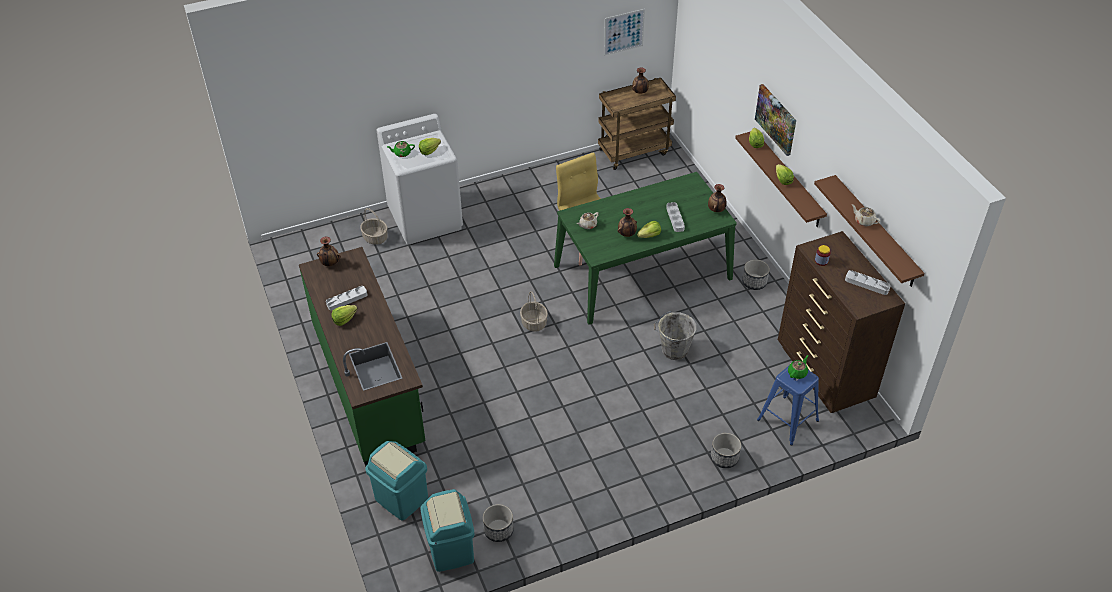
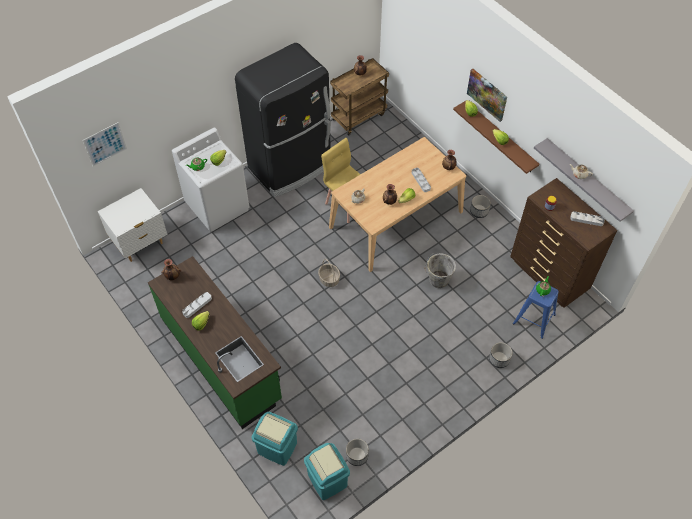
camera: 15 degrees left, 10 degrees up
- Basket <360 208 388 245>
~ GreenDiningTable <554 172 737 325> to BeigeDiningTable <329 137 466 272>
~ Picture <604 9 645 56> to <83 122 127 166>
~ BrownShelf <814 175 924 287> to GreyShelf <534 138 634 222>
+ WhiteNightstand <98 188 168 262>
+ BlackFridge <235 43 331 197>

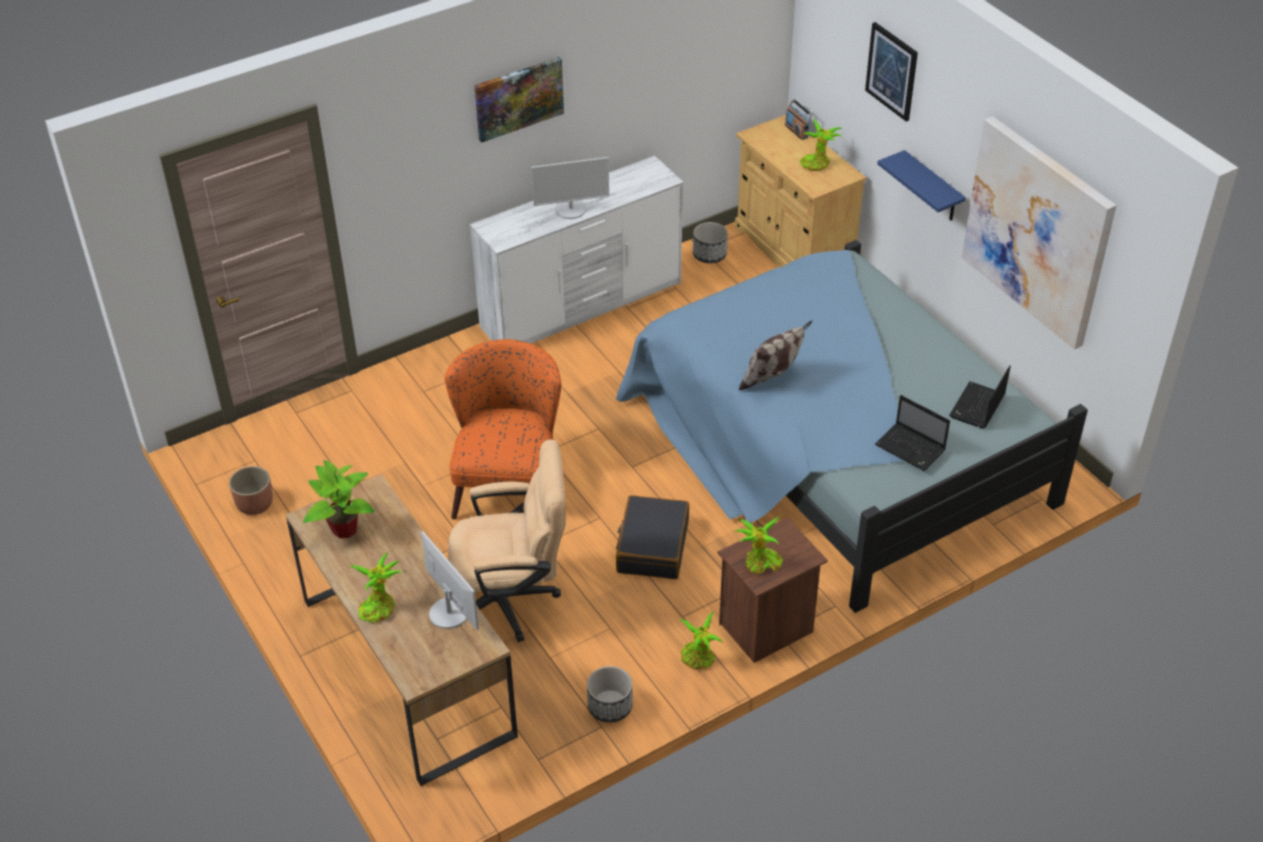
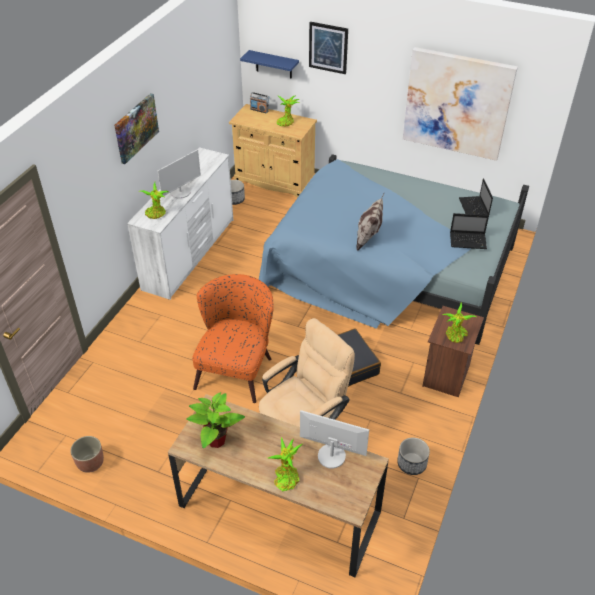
camera: 35 degrees left, 0 degrees up
~ OrangeArmchair <445 339 561 519> = <192 274 273 403> 45 degrees clockwise
~ PottedPlant <679 612 723 669> to <140 182 169 219>
~ BlueShelf <877 150 966 221> to <240 50 299 79>

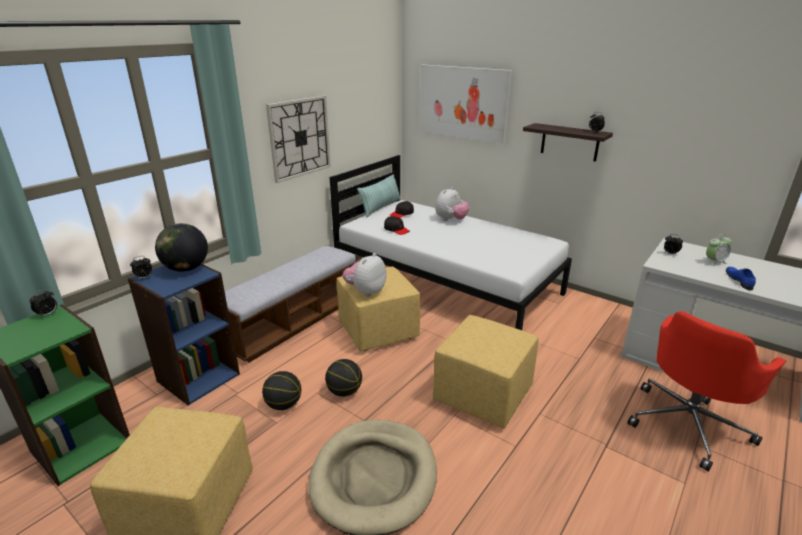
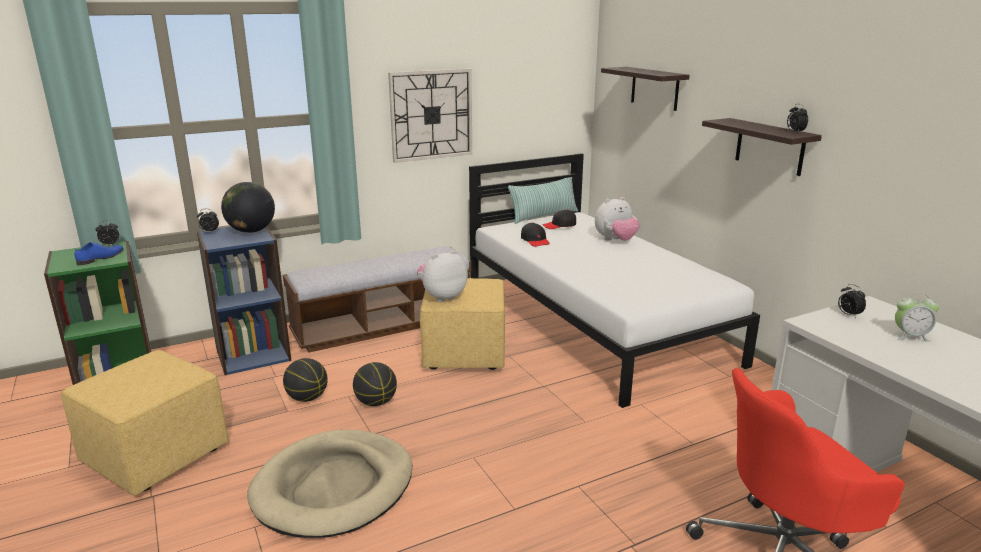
camera: 25 degrees right, 5 degrees down
~ Picture <420 65 512 144> to Shelf <601 67 690 111>
- YellowOttoman <433 315 538 428>
~ BlueShoe <726 267 756 290> to <74 242 124 266>

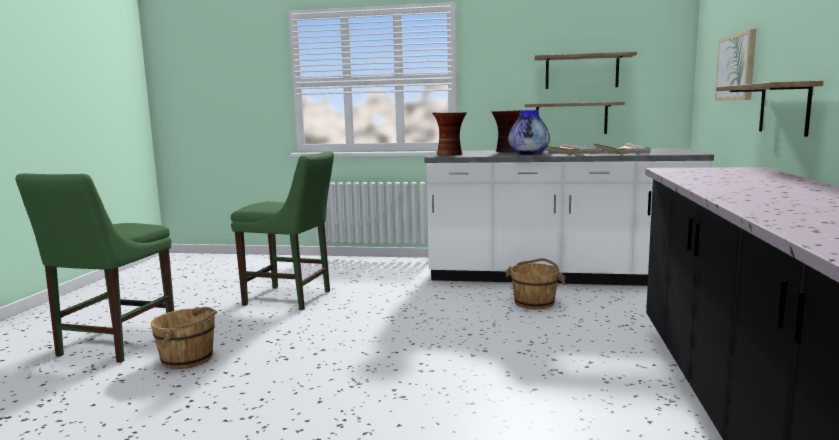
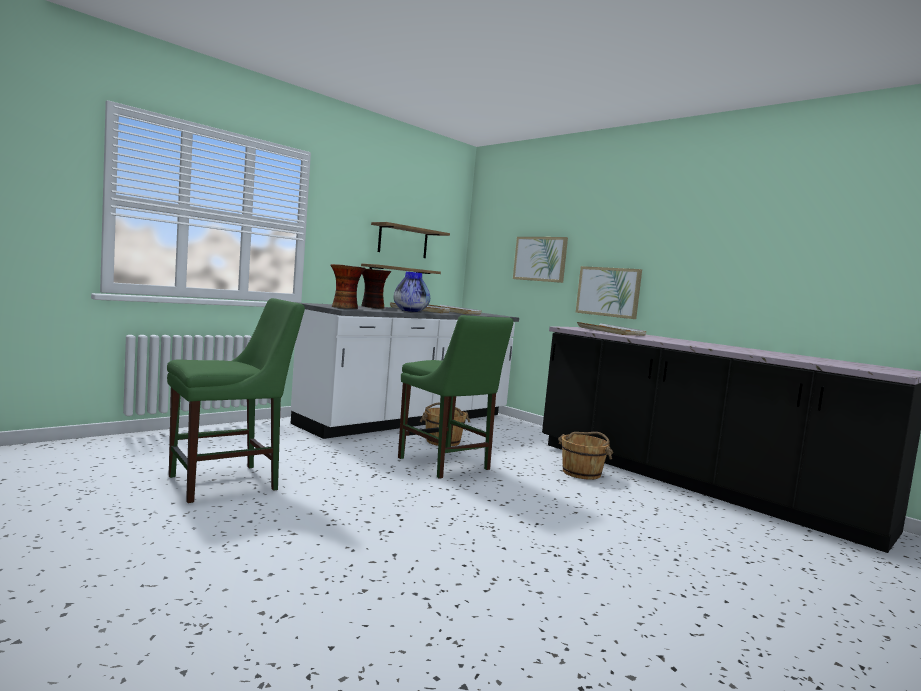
camera: 55 degrees left, 5 degrees down
~ GreenChair <15 173 174 363> to <398 315 514 479>
~ BrownBucket <151 307 217 369> to <558 432 613 480>
~ Shelf <716 81 823 137> to Picture <576 266 642 319>
+ WhiteTray <577 322 646 336>

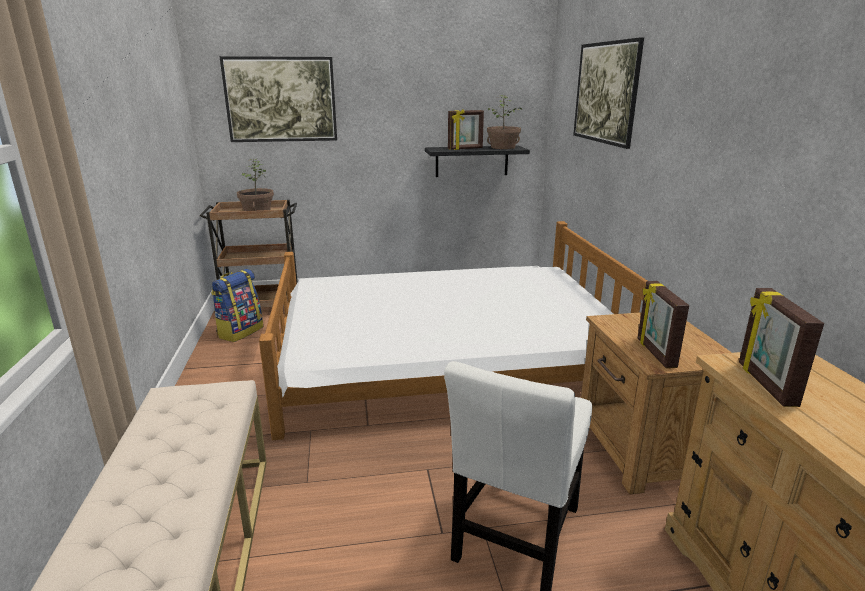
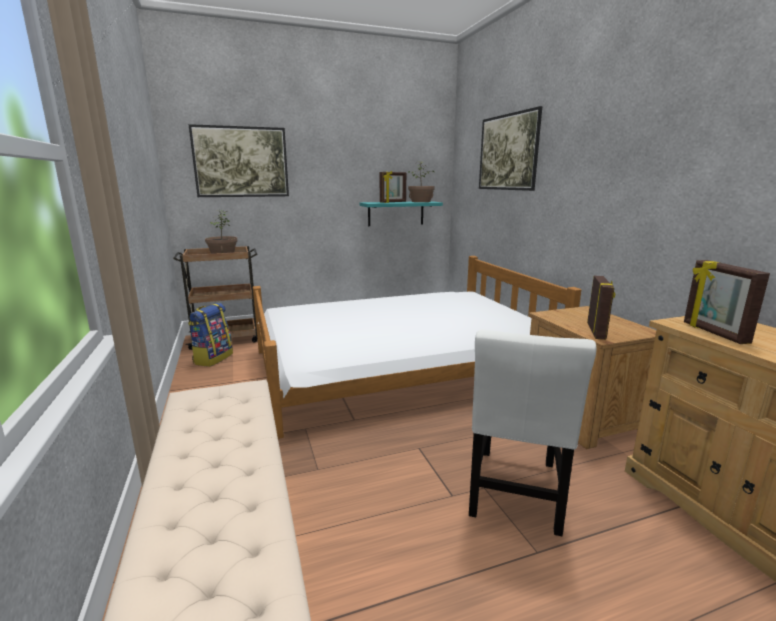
camera: 10 degrees left, 5 degrees down
~ BlackShelf <425 146 530 177> to TurquoiseShelf <359 201 443 226>
~ PictureFrame <638 281 689 368> = <587 276 615 340> 150 degrees counterclockwise

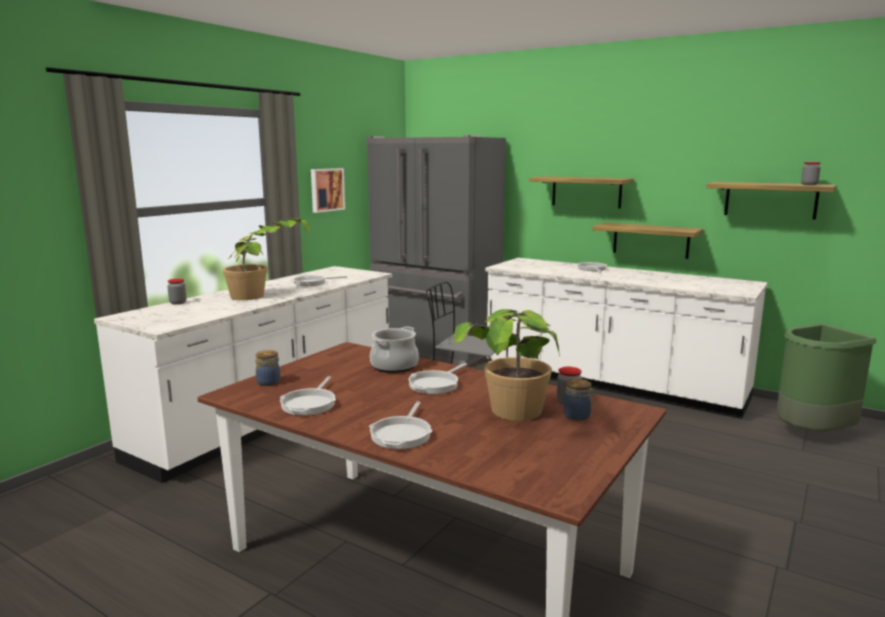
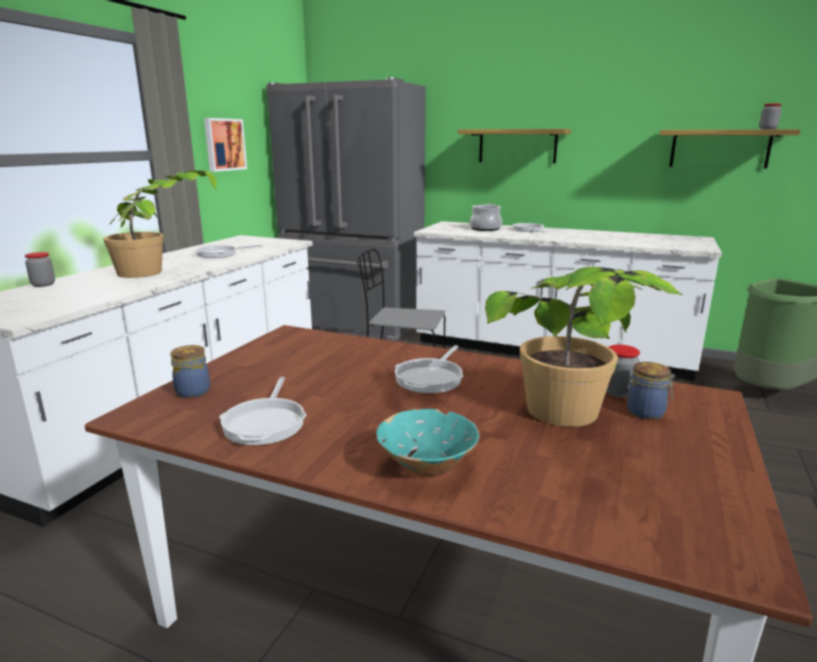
camera: 10 degrees left, 5 degrees up
~ FryingPan <369 401 432 449> to TurquoiseBowl <376 409 479 476>
~ CookingPot <370 327 419 373> to <470 204 502 231>
- Shelf <592 223 704 259>

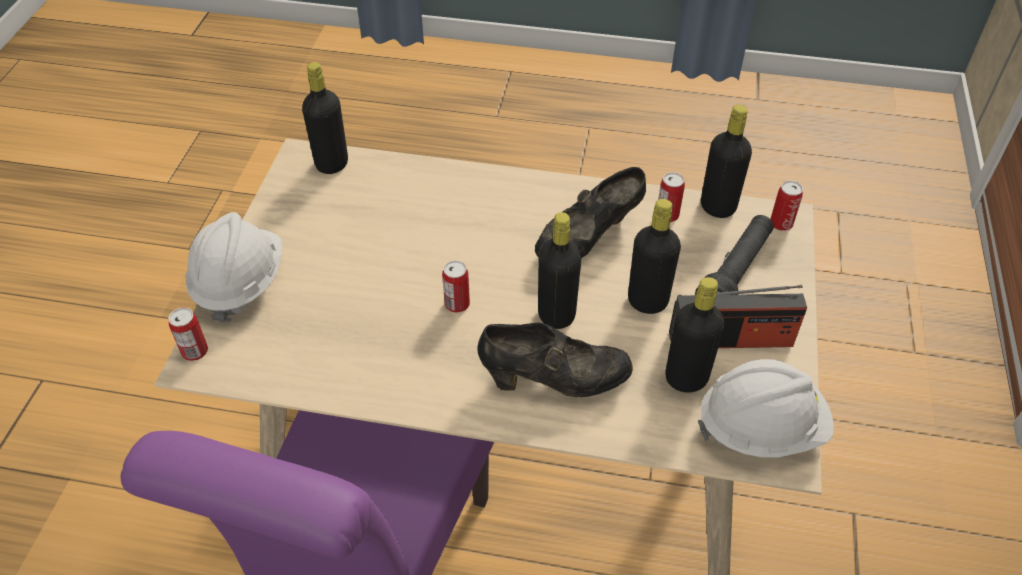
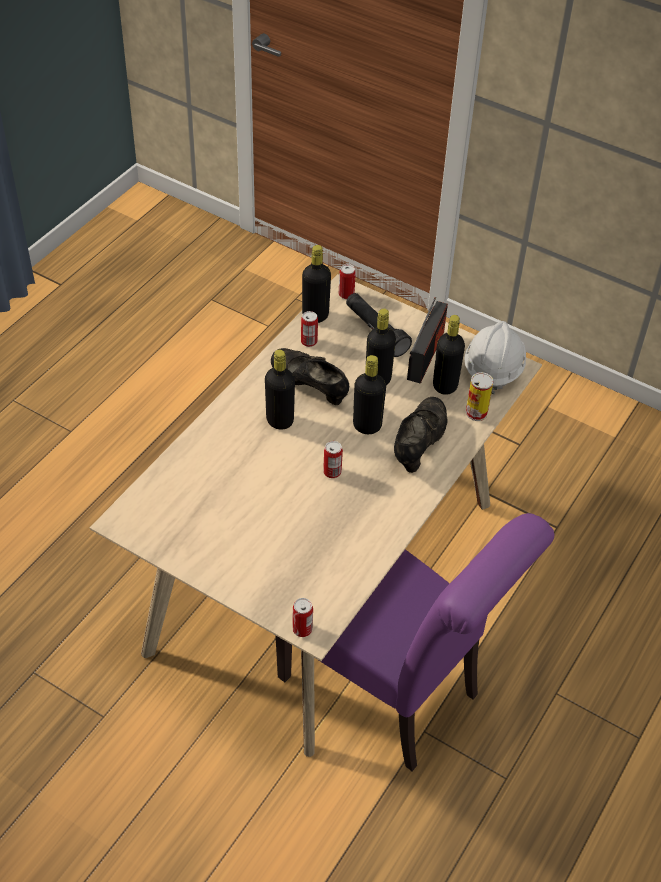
camera: 70 degrees left, 0 degrees up
- WhiteHardHat <185 212 282 322>
~ BlackBottle <302 62 348 174> to <265 349 295 430>
~ BlackShoe <535 167 646 259> = <271 348 349 405> 150 degrees clockwise
+ Can <466 372 494 421>

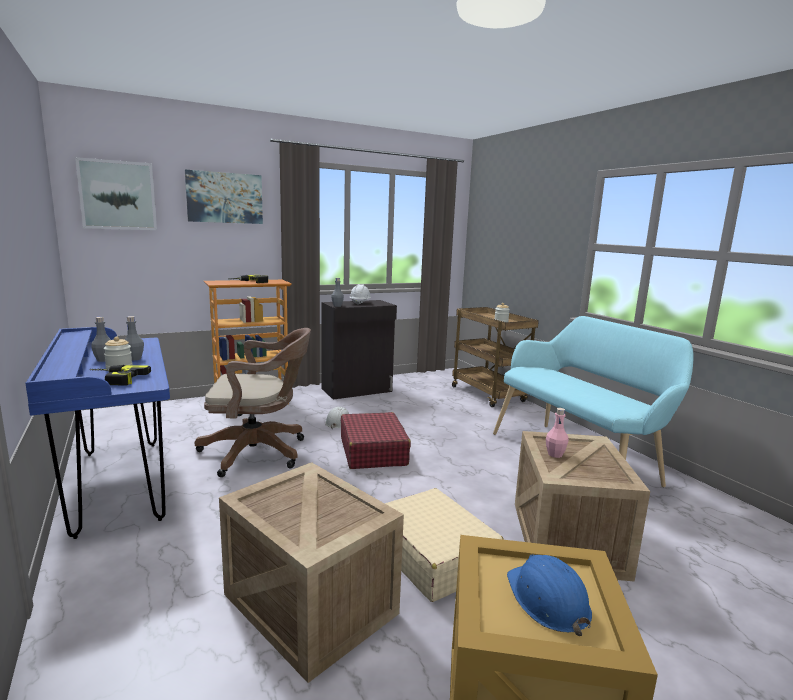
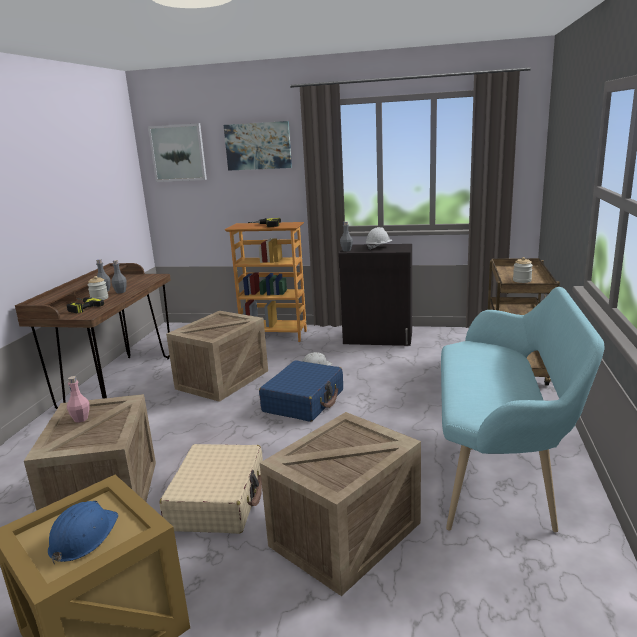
camera: 40 degrees right, 5 degrees up
~ BlueDesk <25 327 170 539> to BrownDesk <15 263 171 409>
~ BrownOfficeChair <195 328 311 477> to Crate <166 311 268 402>
~ RedSuitcase <341 412 411 469> to BlueSuitcase <259 360 343 422>
~ PinkBottle <546 408 569 458> to <67 376 89 423>

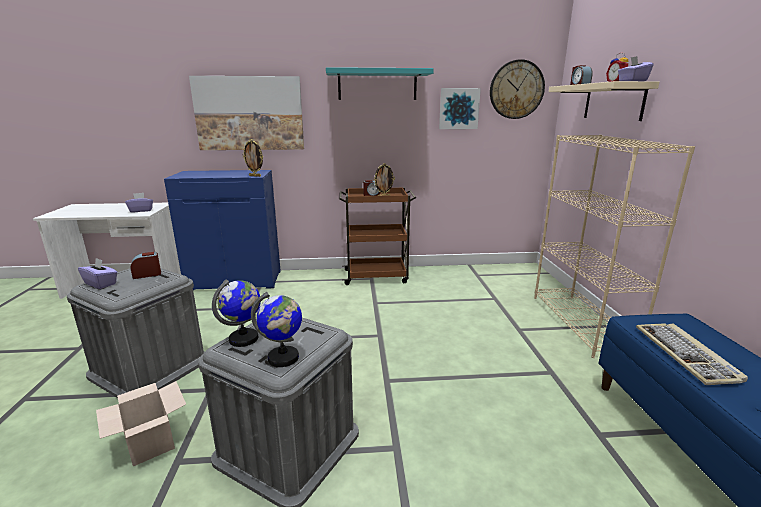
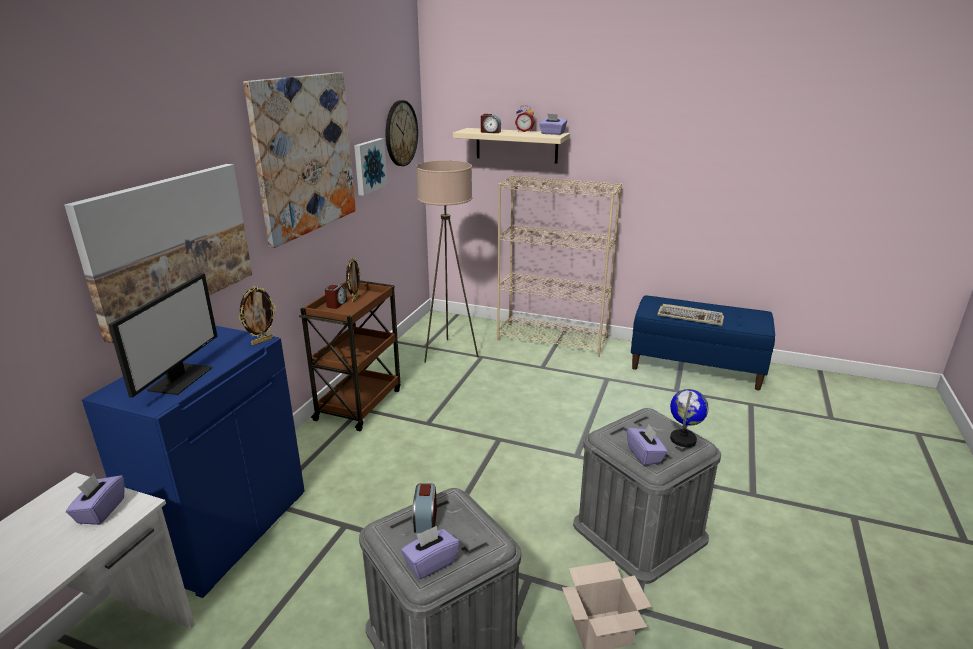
camera: 65 degrees left, 5 degrees up
~ Globe <212 279 260 347> to PurpleTissueBox <627 424 668 466>
~ TurquoiseShelf <326 67 434 100> to Picture <243 72 356 248>
+ Monitor <108 273 218 398>
+ BeigeFloorLamp <416 161 479 363>

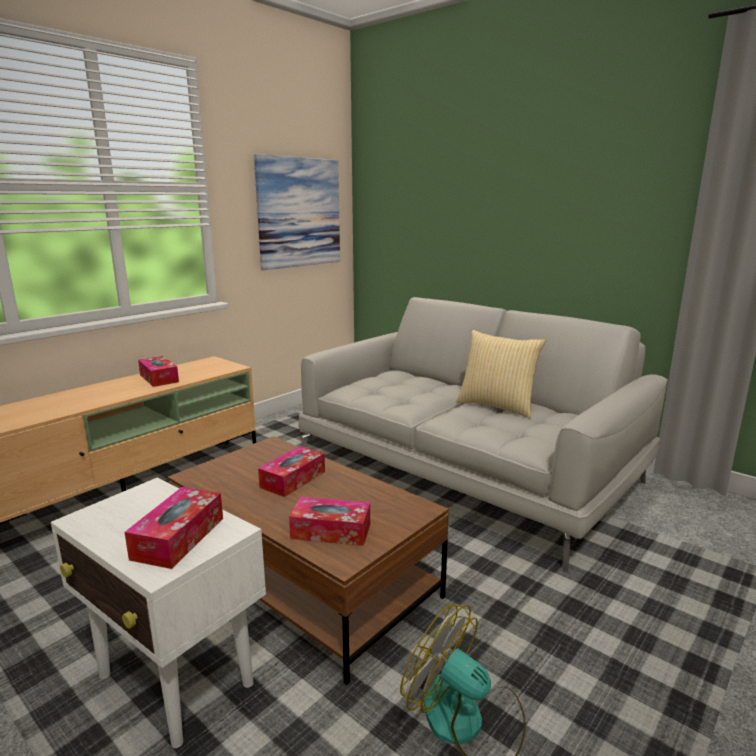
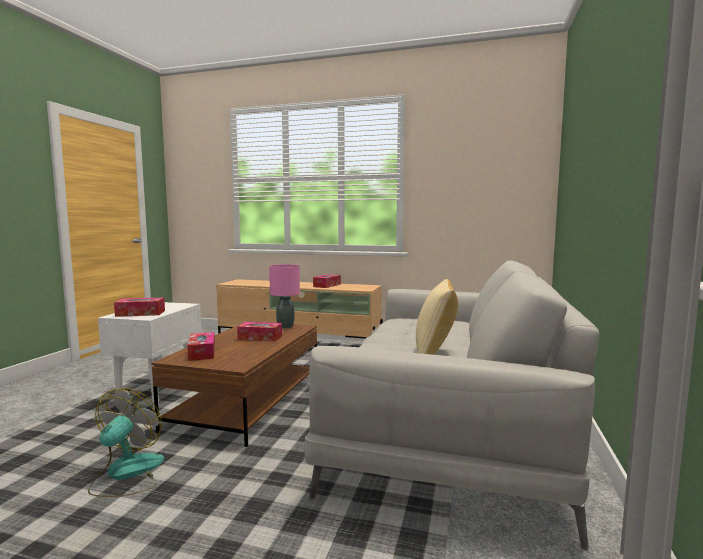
camera: 65 degrees right, 10 degrees down
- Picture <254 154 340 270>
+ PinkTableLamp <269 264 300 328>

